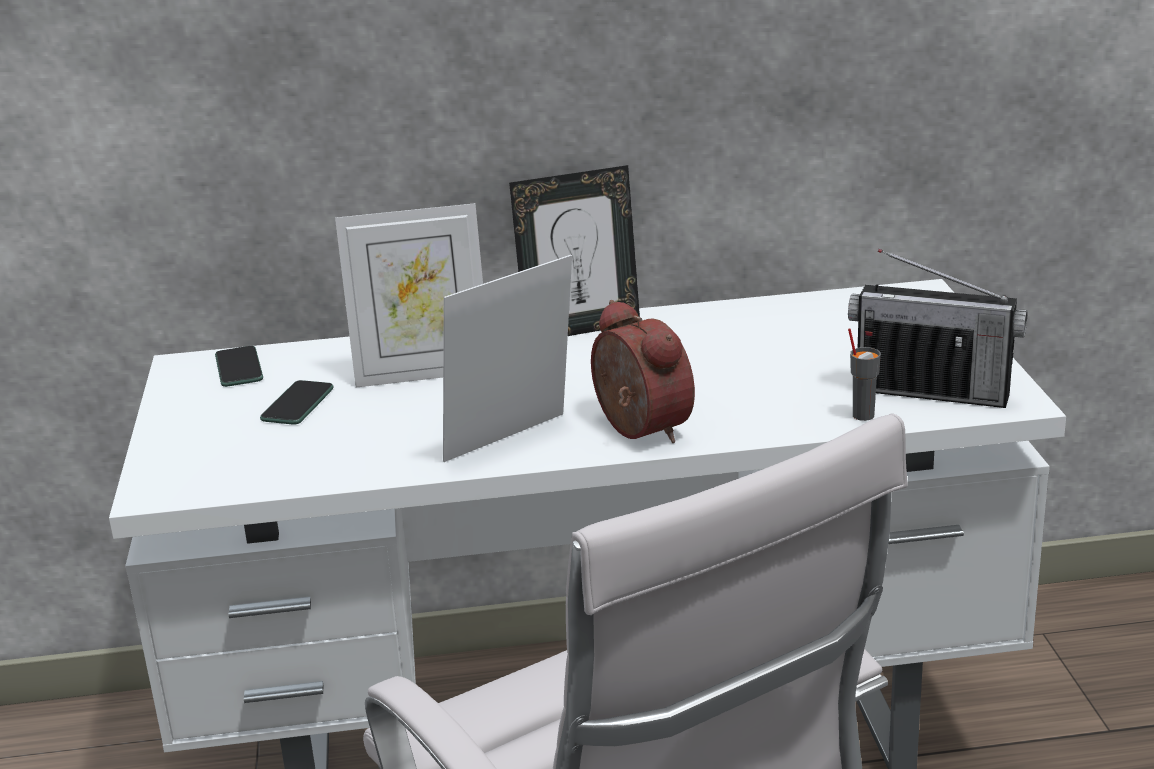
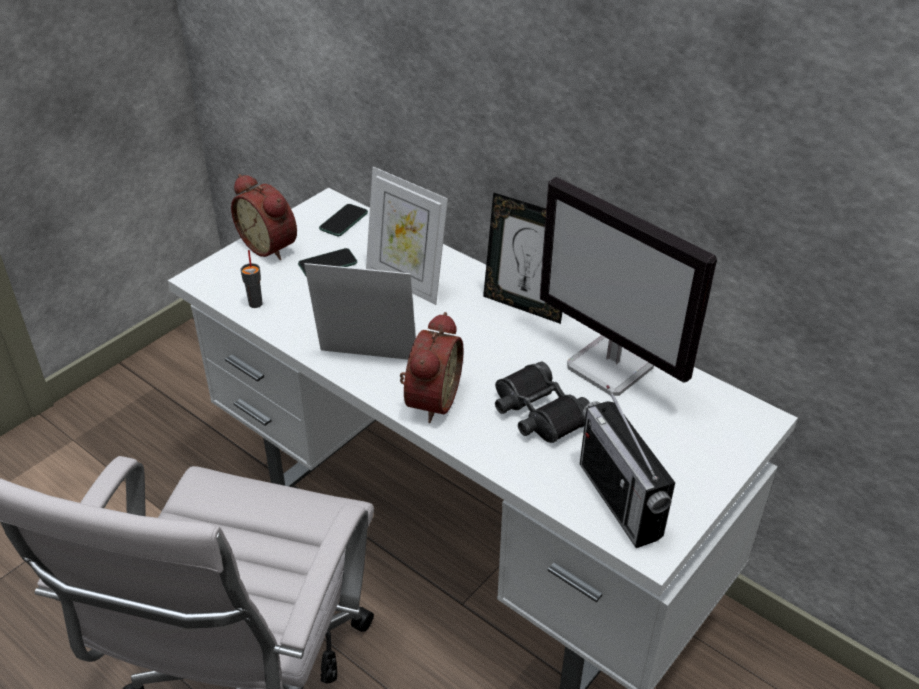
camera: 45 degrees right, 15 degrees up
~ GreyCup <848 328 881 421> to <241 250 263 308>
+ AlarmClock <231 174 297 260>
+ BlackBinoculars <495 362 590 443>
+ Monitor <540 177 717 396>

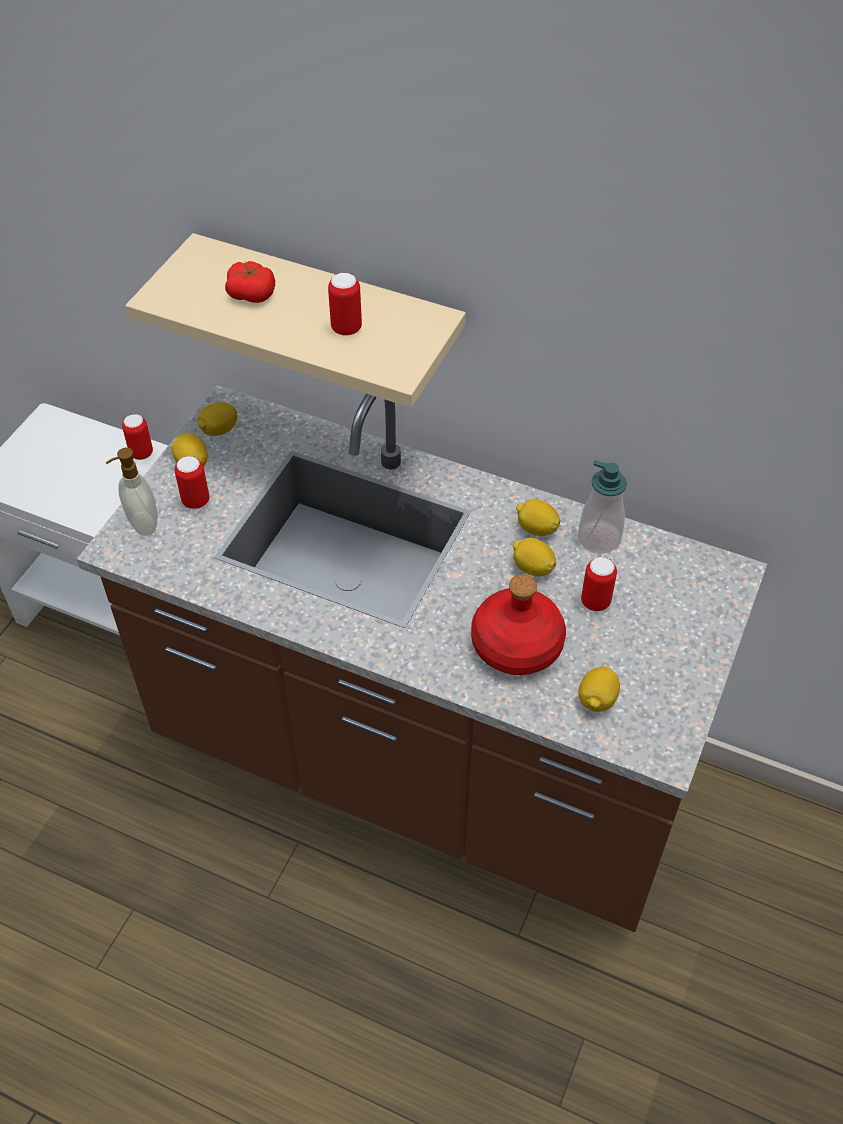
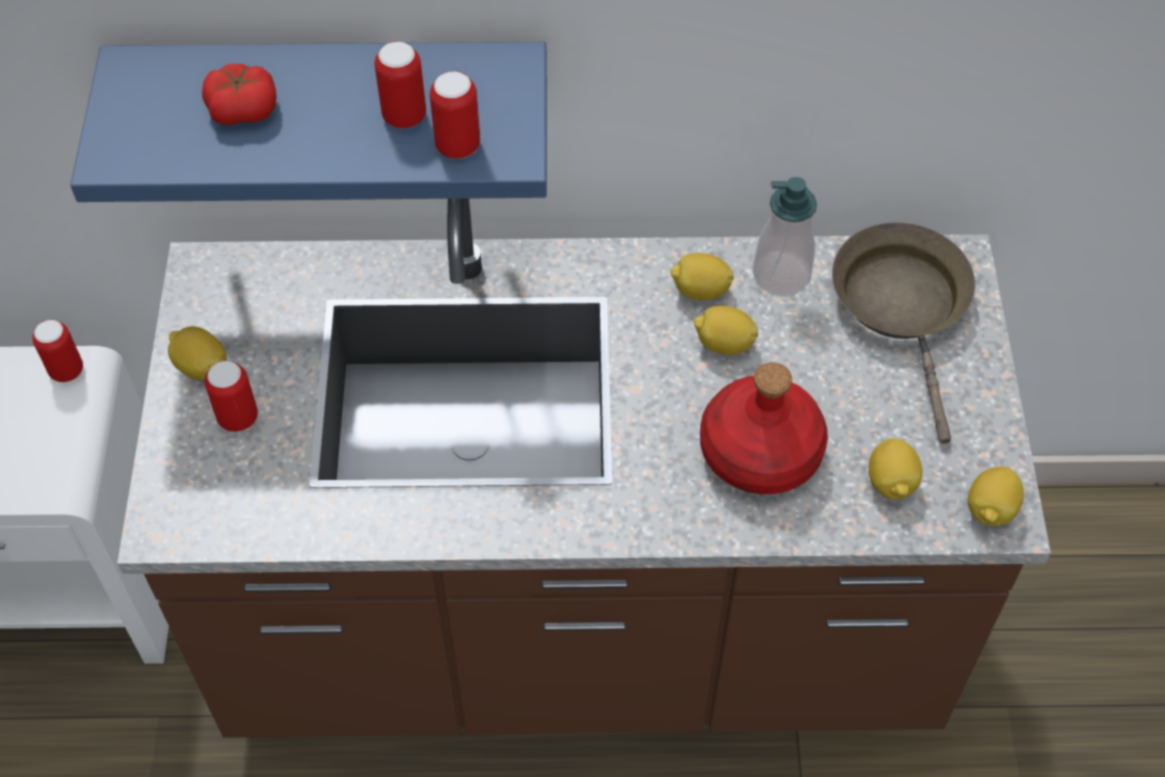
camera: 25 degrees left, 5 degrees up
- SoapDispenser <106 448 158 536>
~ BeigeShelf <126 233 466 408> to BlueShelf <70 42 547 202>
~ Lemon <198 403 237 436> to <968 466 1024 526>
~ Can <581 557 617 611> to <430 71 480 159>
+ BrownFryingPan <832 222 975 444>

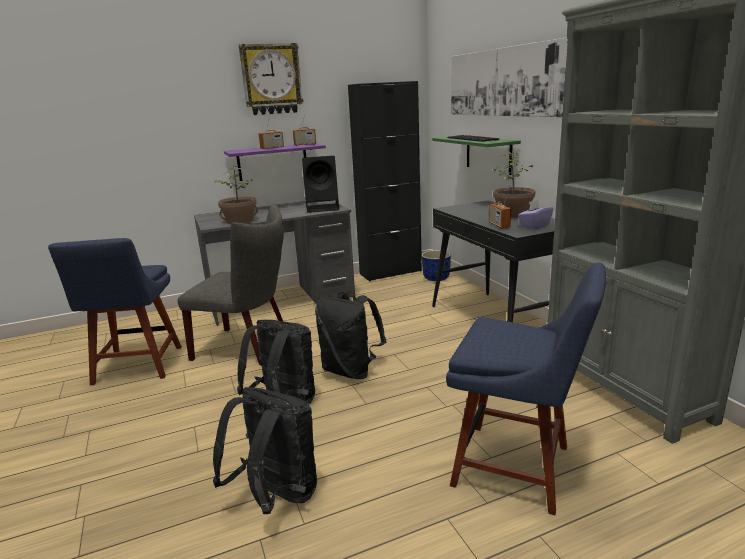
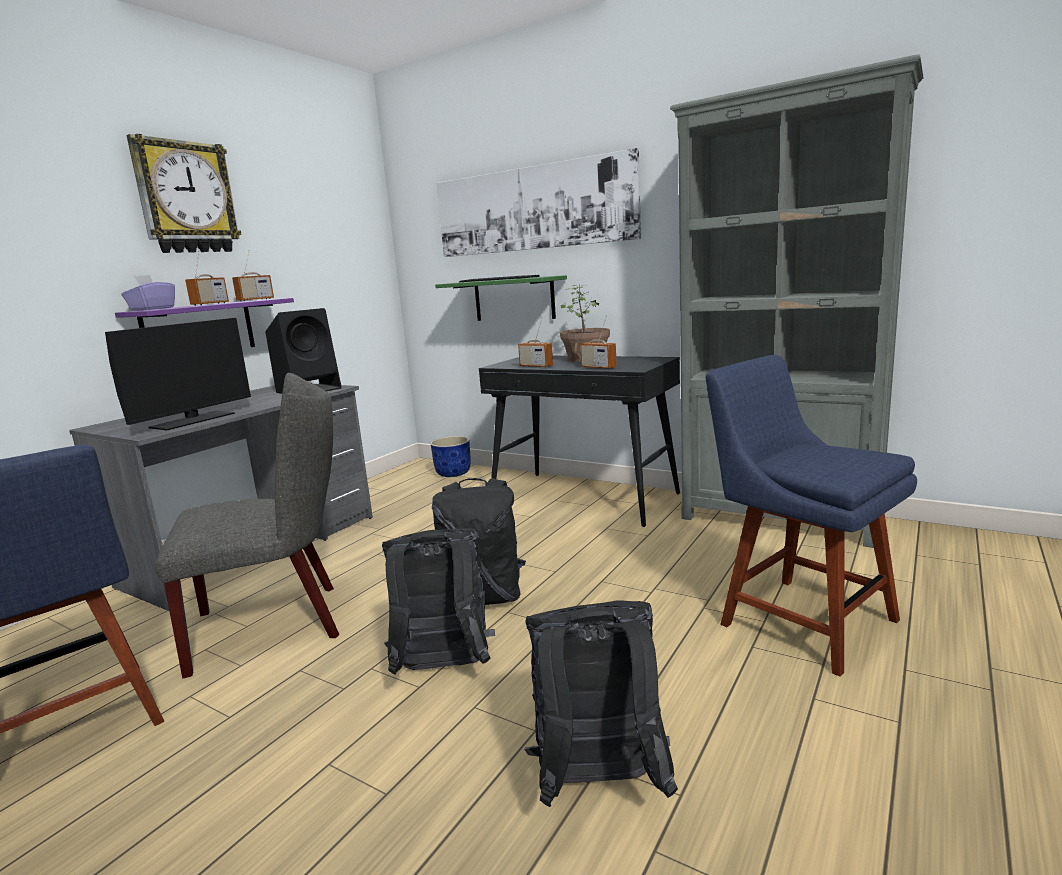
camera: 35 degrees left, 5 degrees down
~ PottedPlant <214 166 258 224> to Monitor <105 318 251 430>
- BlackCabinet <348 81 422 281>
~ BlueChair <446 263 606 515> = <706 355 917 677> 120 degrees counterclockwise
~ PurpleTissueBox <518 200 553 229> to <121 275 175 311>
+ Radio <518 319 553 367>

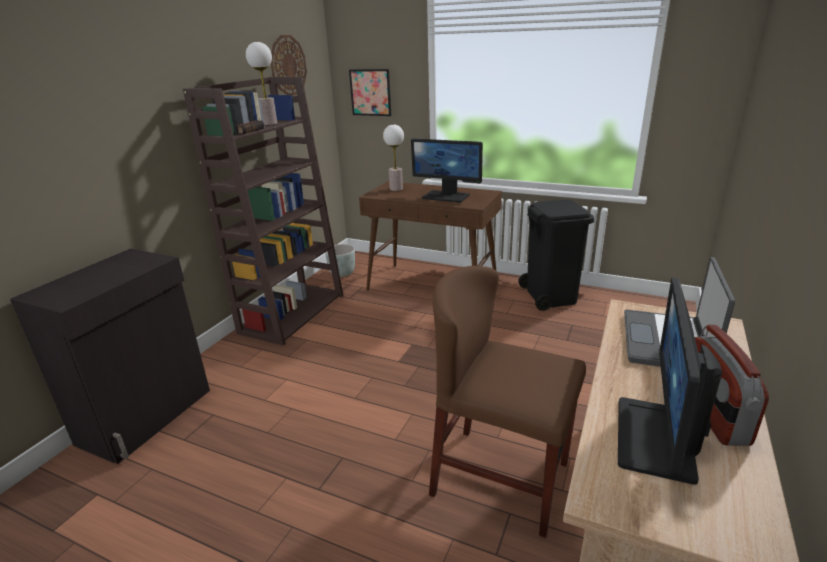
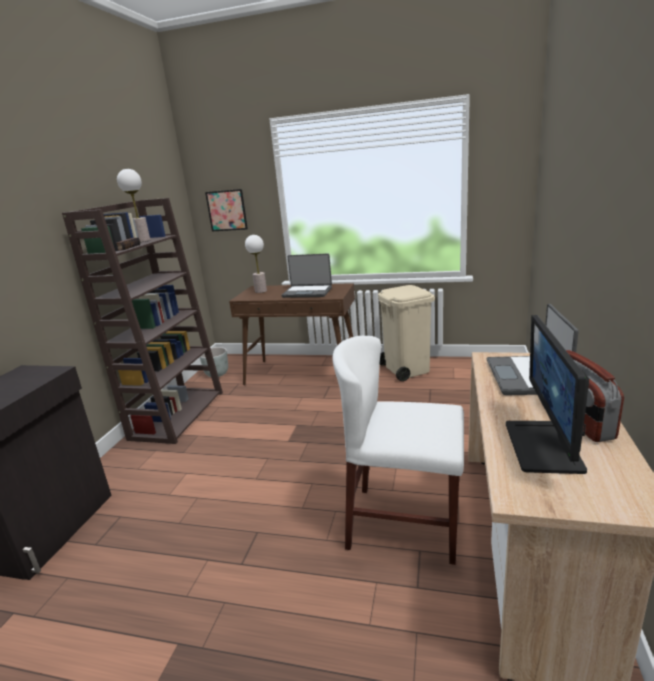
camera: 10 degrees left, 5 degrees down
- WallClock <271 35 307 95>
~ Monitor <411 139 483 203> to Laptop <281 254 332 298>
~ BrownChair <429 266 586 538> to WhiteChair <332 336 464 565>
~ BlackTrashCan <518 200 594 311> to BeigeTrashCan <378 285 435 381>

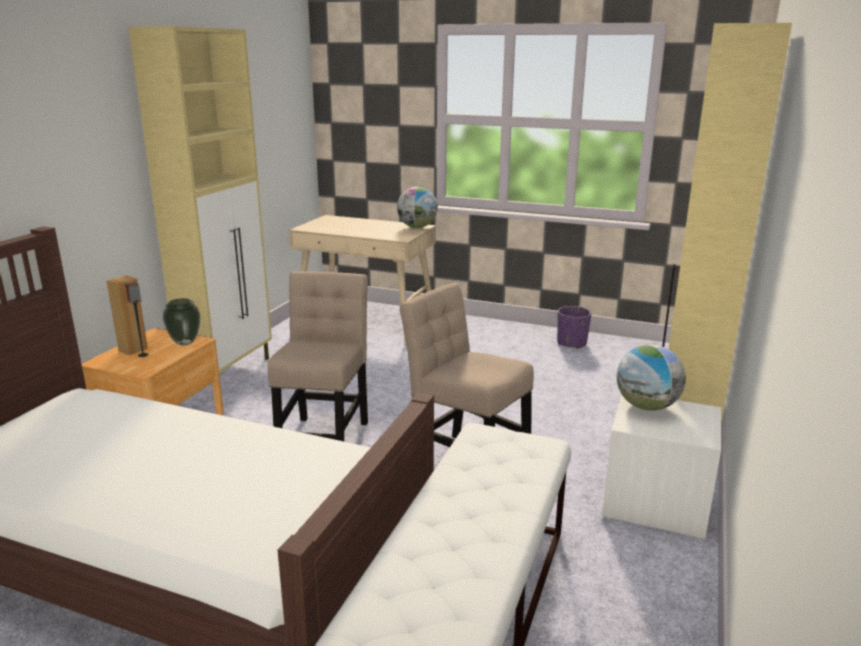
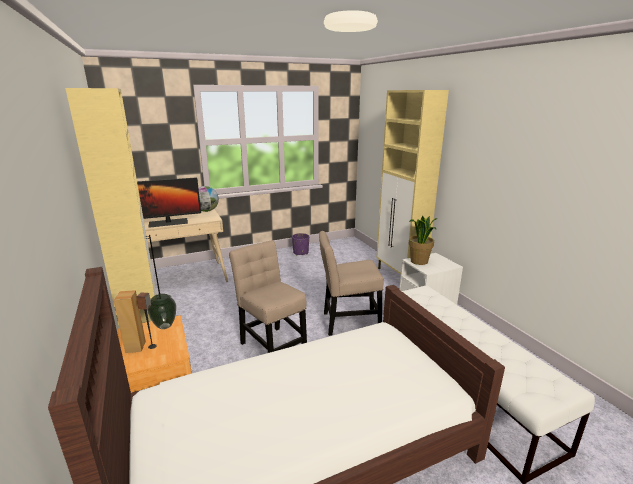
camera: 45 degrees left, 0 degrees up
~ Globe <617 344 686 411> to PottedPlant <409 216 437 265>
+ Monitor <137 177 201 228>

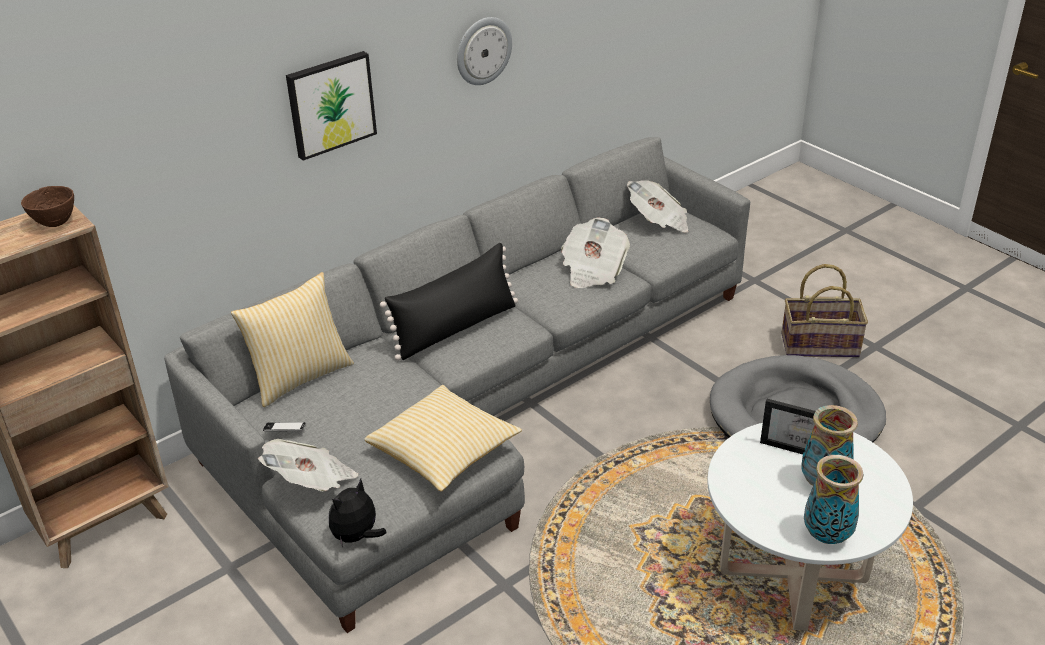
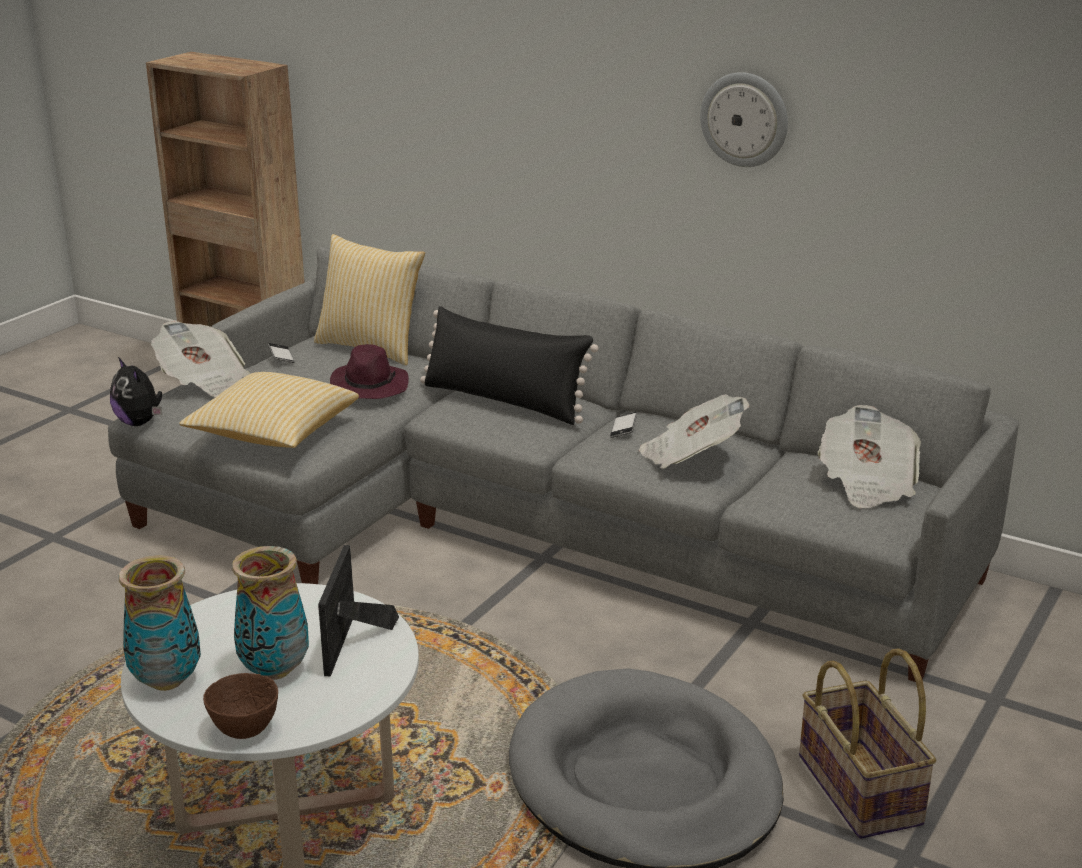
camera: 70 degrees right, 10 degrees down
~ BrownBowl <21 186 74 227> to <203 673 278 739>
- Picture <286 51 377 161>
~ PlushToy <329 479 386 548> = <110 357 162 426> 150 degrees counterclockwise
+ PurpleHat <330 344 409 399>
+ Phone <610 412 637 438>

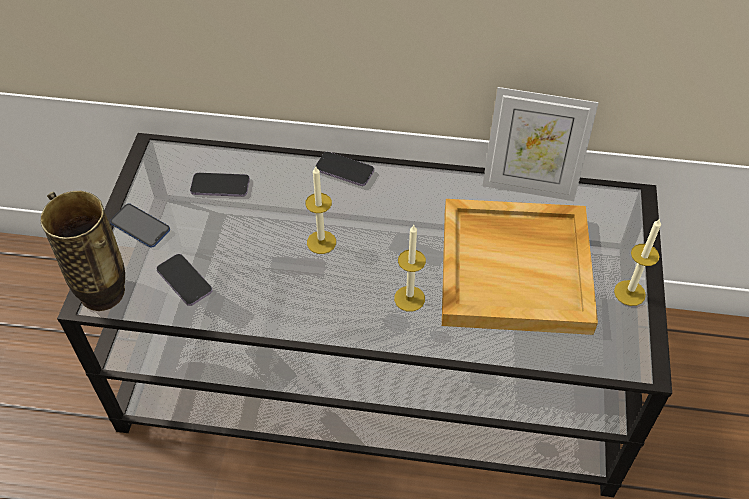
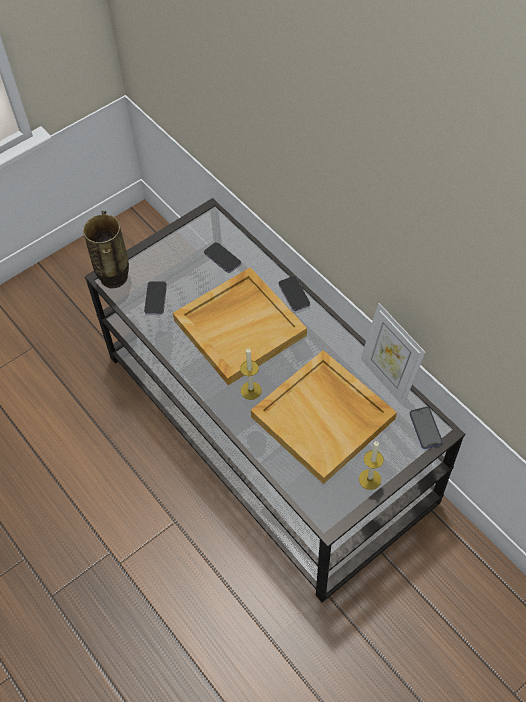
camera: 45 degrees right, 5 degrees up
~ Phone <110 203 170 248> to <410 407 443 449>
~ Candle <305 165 336 254> to BeigeTray <173 267 307 385>

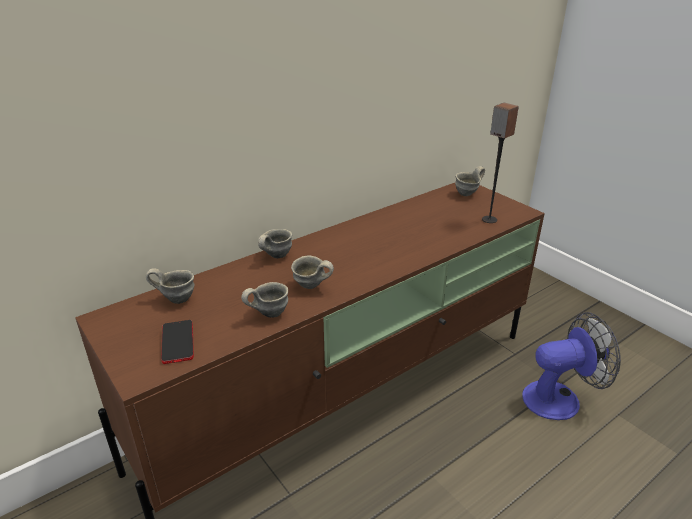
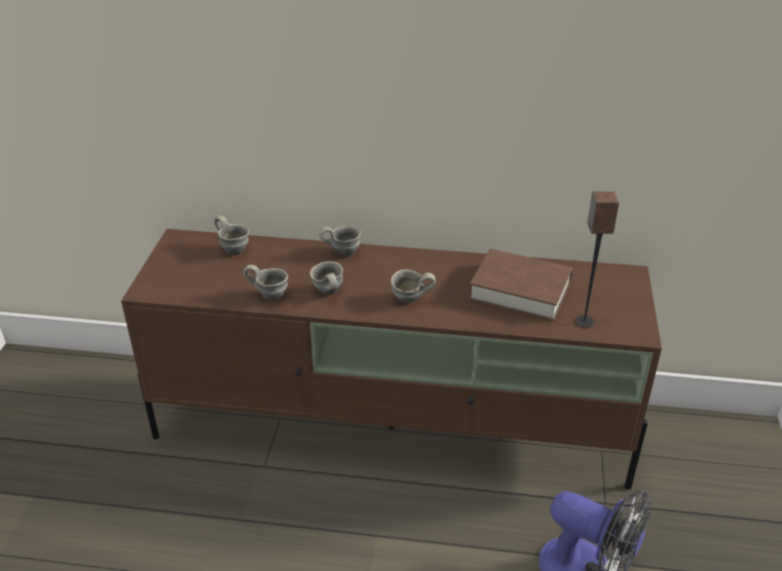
camera: 45 degrees right, 5 degrees up
- Phone <161 320 194 364>
~ GreyMug <455 166 485 196> to <391 269 436 303>
+ BrownBook <469 249 573 321>

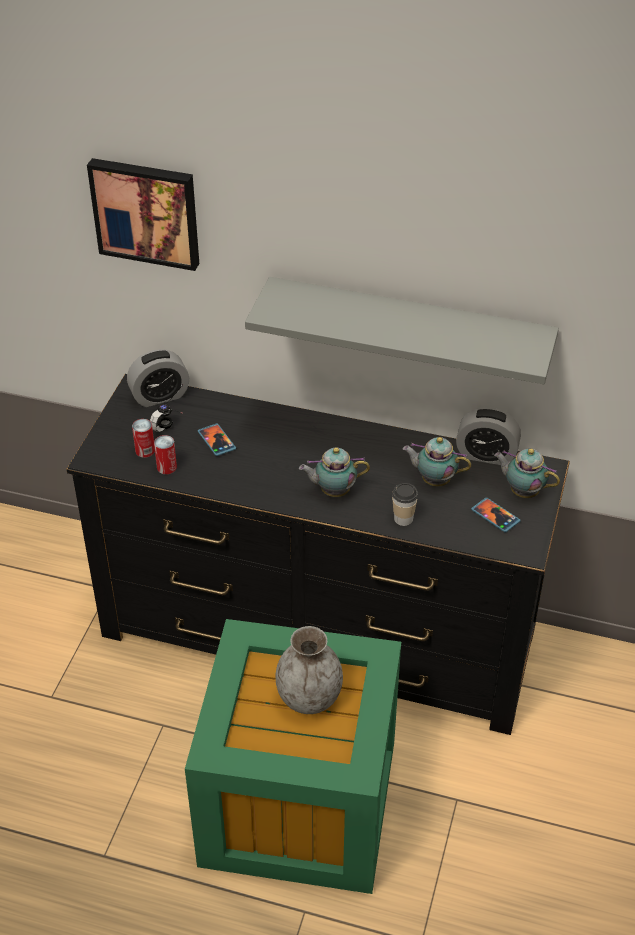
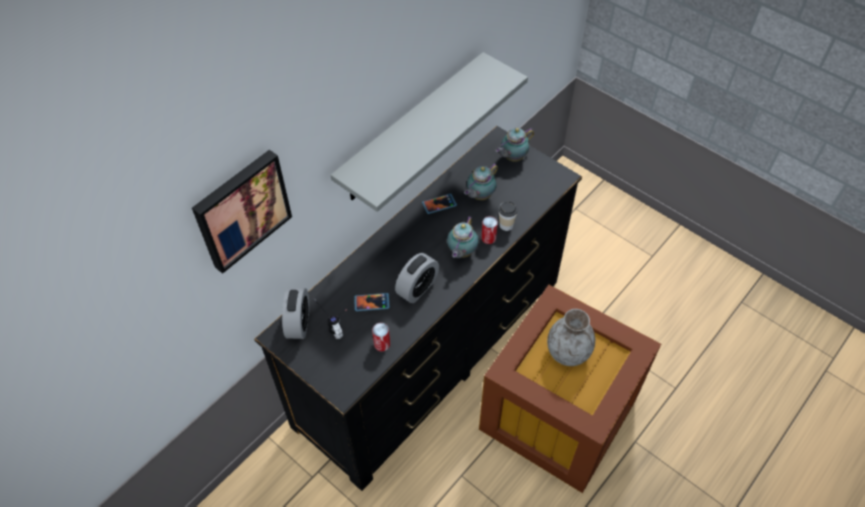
camera: 65 degrees left, 10 degrees up
~ Can <132 419 155 458> to <481 216 498 244>
~ GreenStorageBox <185 619 401 894> to BrownStorageBox <479 285 661 493>
~ AlarmClock <456 407 521 465> to <395 253 439 303>
~ Phone <471 497 521 533> to <422 194 457 214>

